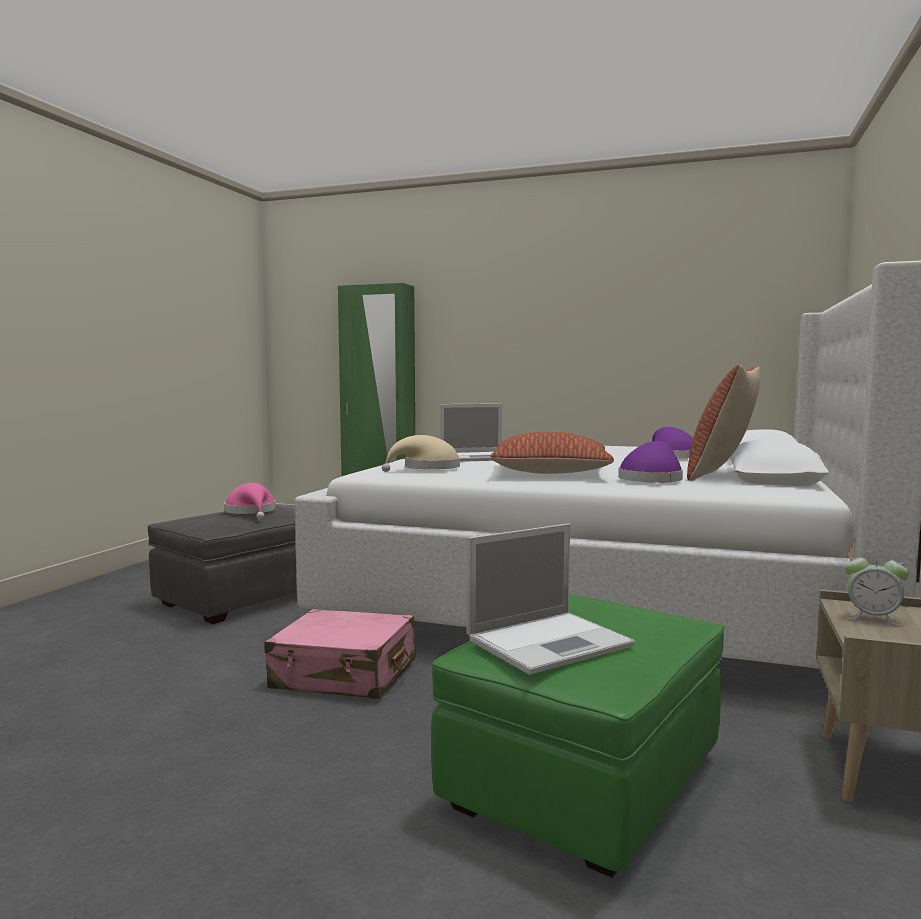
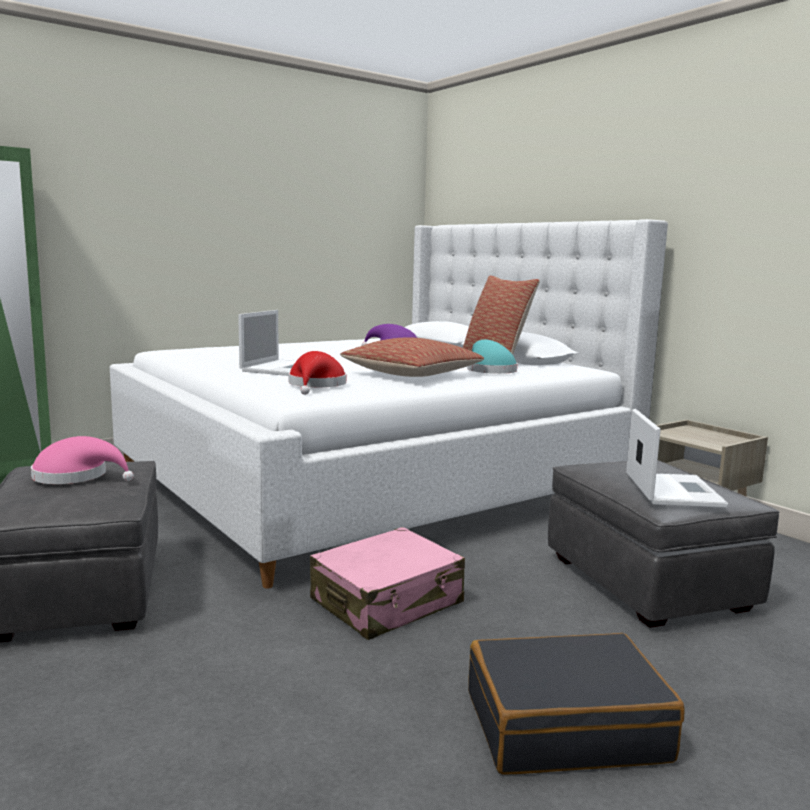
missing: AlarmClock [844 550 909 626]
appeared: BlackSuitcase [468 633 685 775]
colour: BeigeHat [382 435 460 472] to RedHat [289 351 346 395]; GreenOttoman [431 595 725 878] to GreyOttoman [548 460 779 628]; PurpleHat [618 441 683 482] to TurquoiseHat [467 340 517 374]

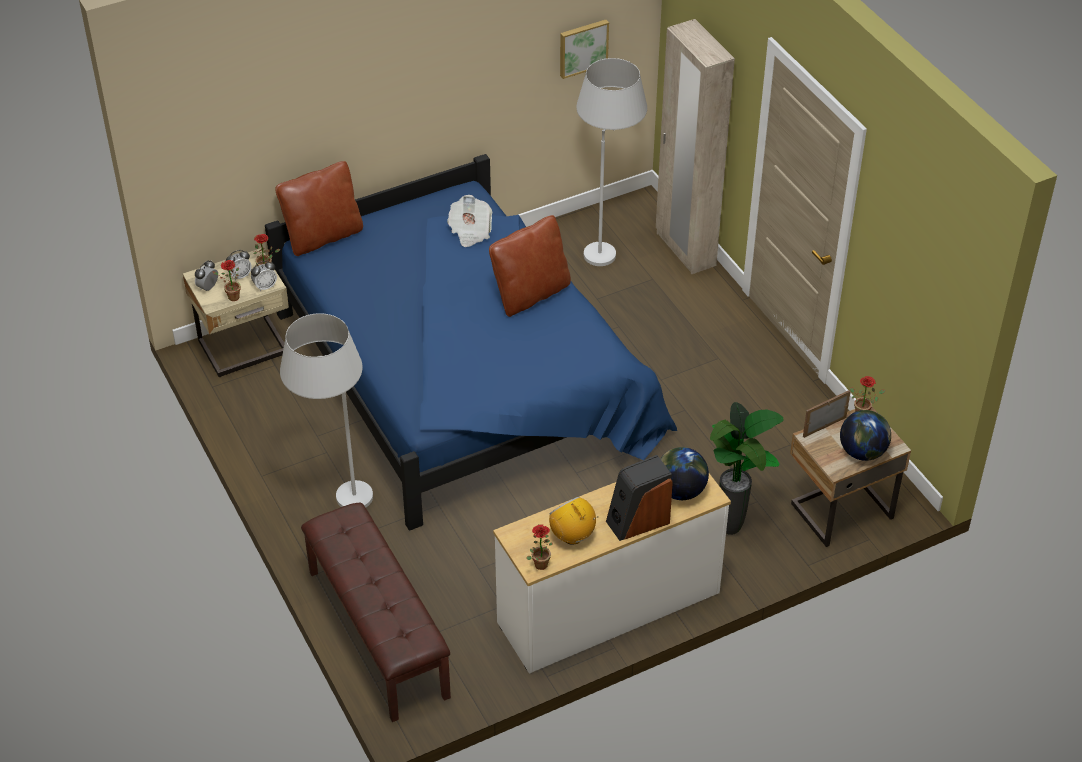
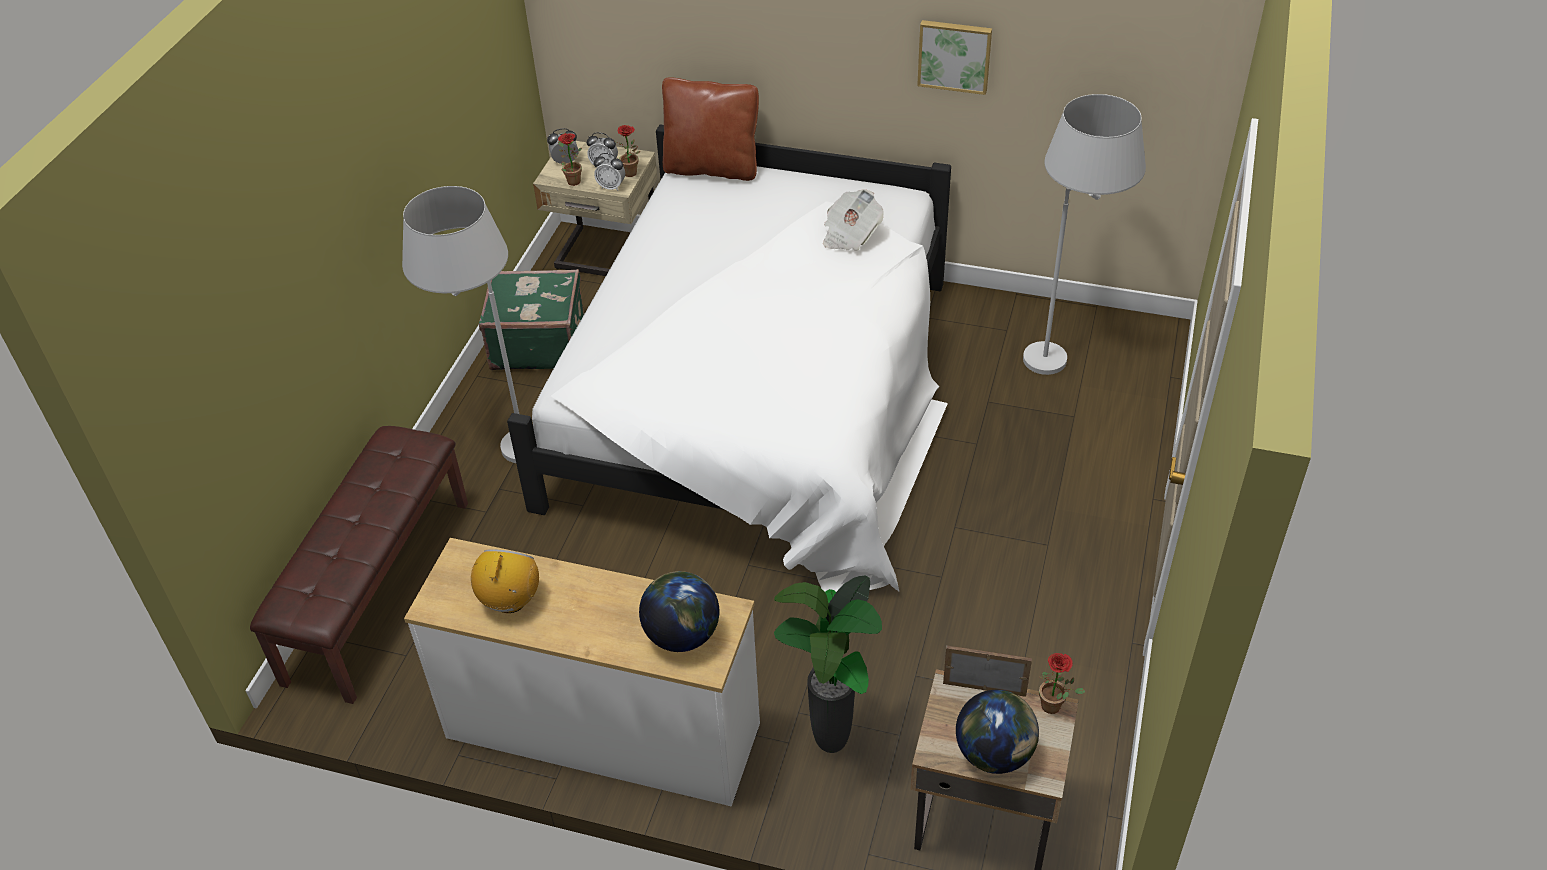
missing: BrownPillow [489 215 571 317]; PottedPlant [527 524 553 570]; Speaker [606 455 673 541]; BeigeWardrobe [656 19 735 274]
appeared: GreenSuitcase [479 269 584 370]
relocated: Picture [560 20 609 79] to [917 20 992 95]
colour: BlueBed [265 154 677 531] to WhiteBed [507 125 951 592]

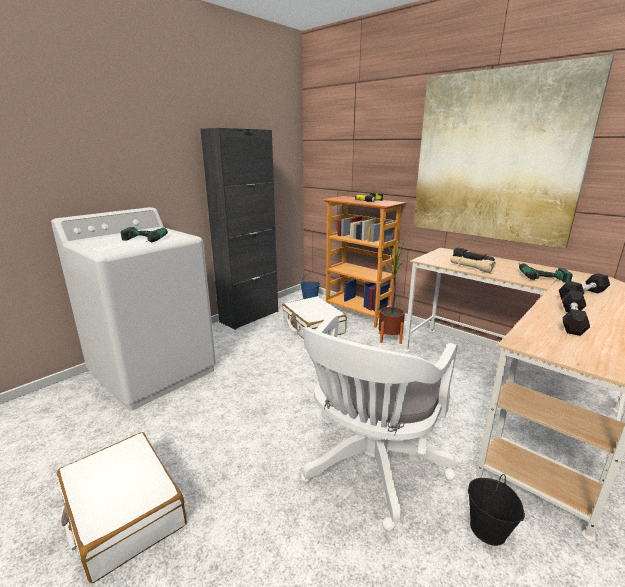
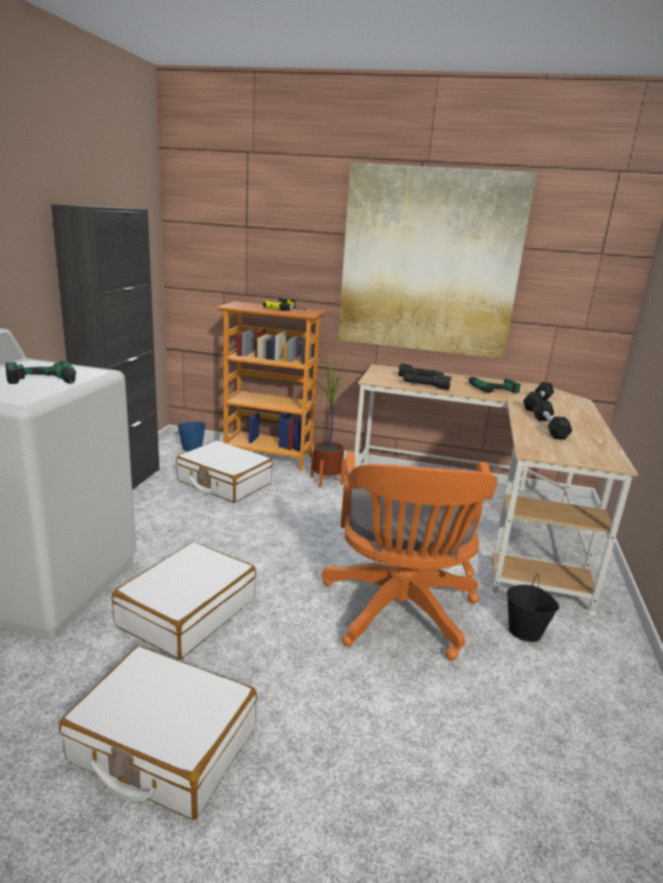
appeared: WhiteSuitcase [112 542 256 659]
colour: WhiteOfficeChair [301 315 457 531] to OrangeOfficeChair [321 452 498 660]; BeigeFlashlight [450 256 496 274] to BlackFlashlight [403 373 451 390]

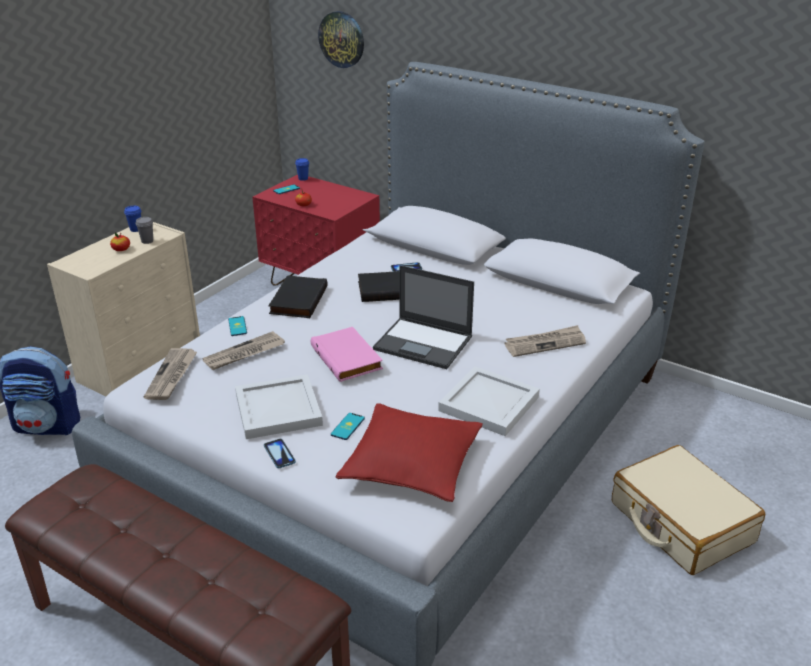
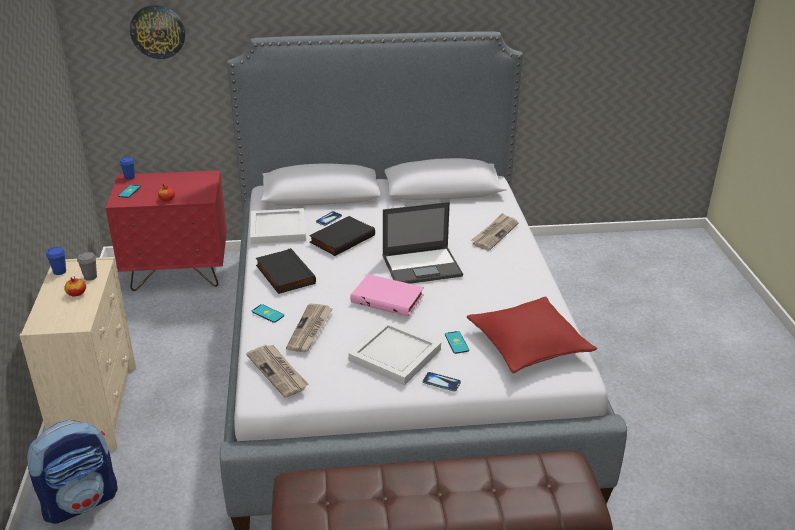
missing: BeigeSuitcase [612 445 765 575]
relocated: WhiteTray [438 367 540 436] to [250 208 306 244]

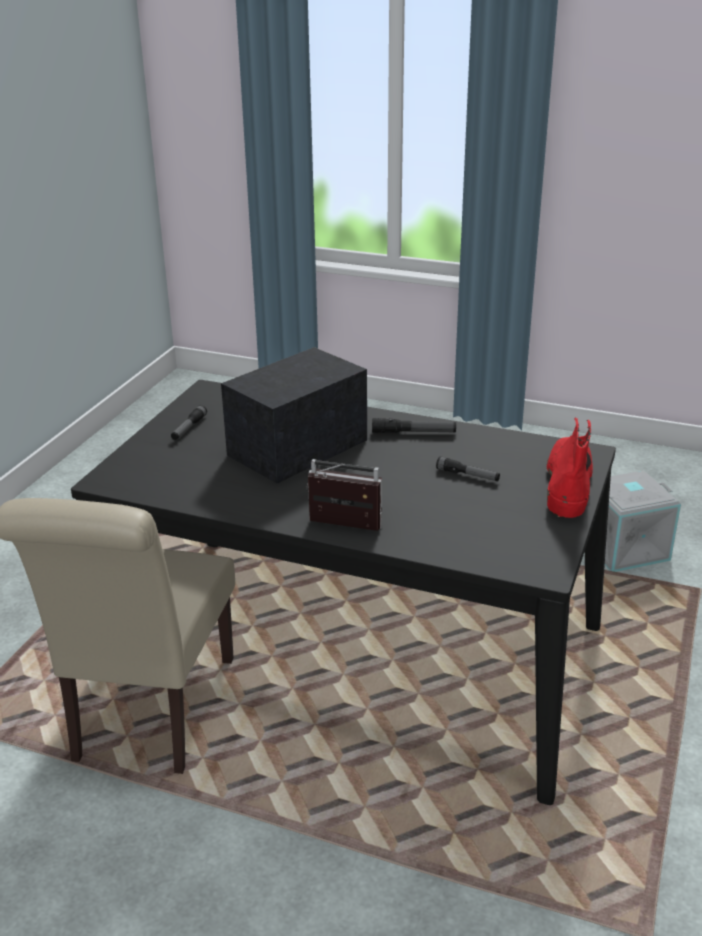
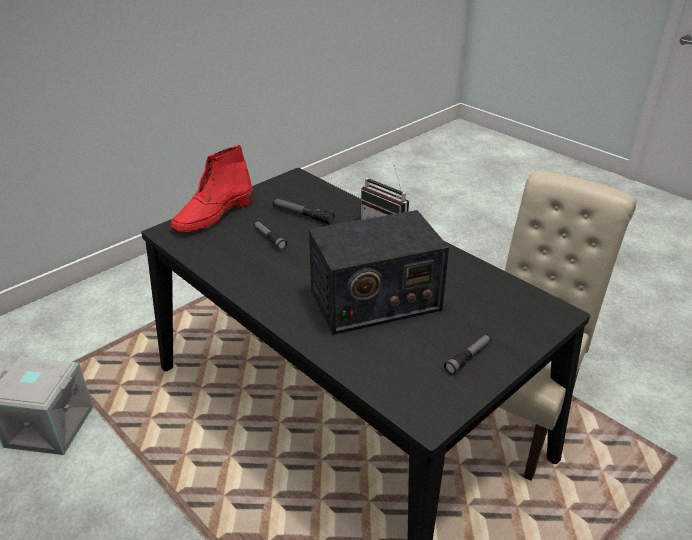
relocated: Flashlight [372 418 456 433] to [273 198 334 224]

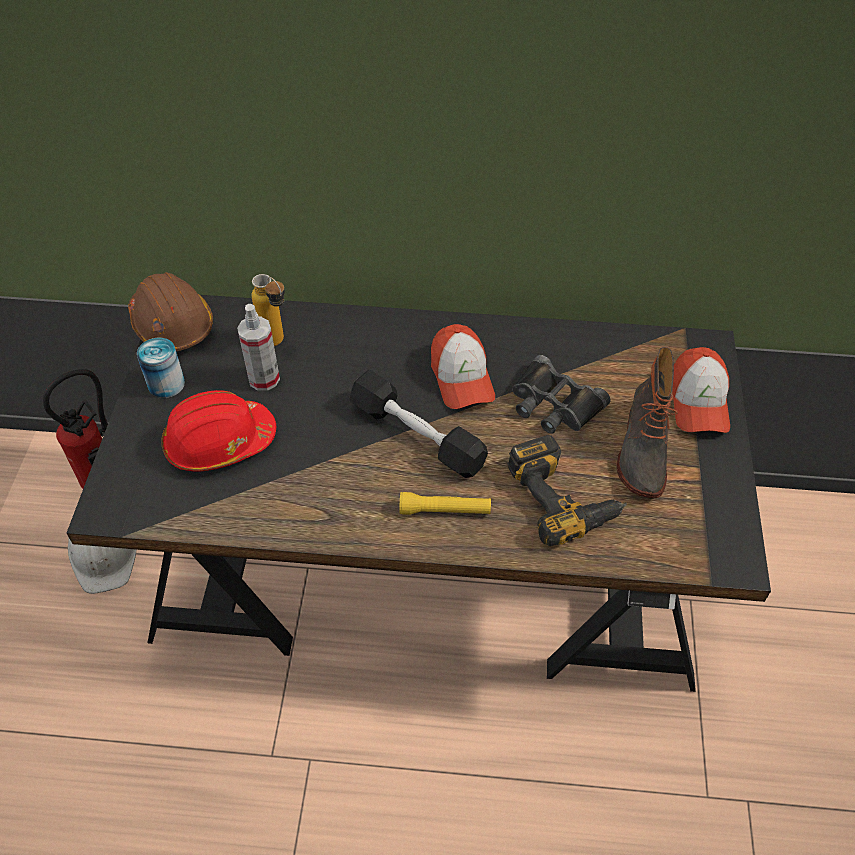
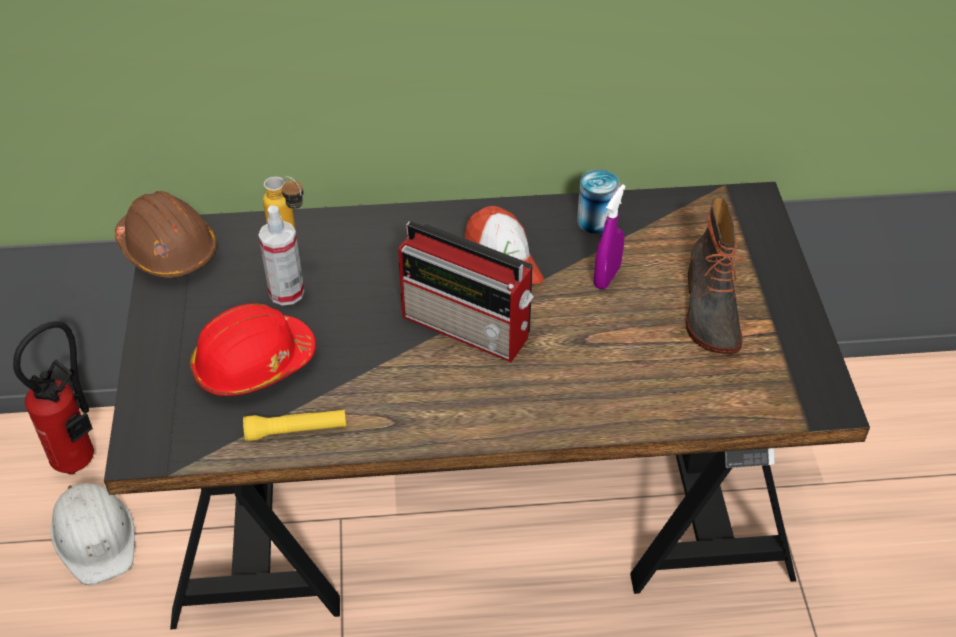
missing: PowerDrill [507 435 627 546]; Cap [672 347 730 433]
relocated: Can [137 338 185 398] to [577 170 619 234]; YellowFlashlight [399 492 491 515] to [243 409 346 441]
exchanged: BlackDumbbell [349 370 488 478] to Radio [398 221 534 362]; BlackBinoculars [512 355 610 434] to PurpleSprayBottle [594 184 626 289]

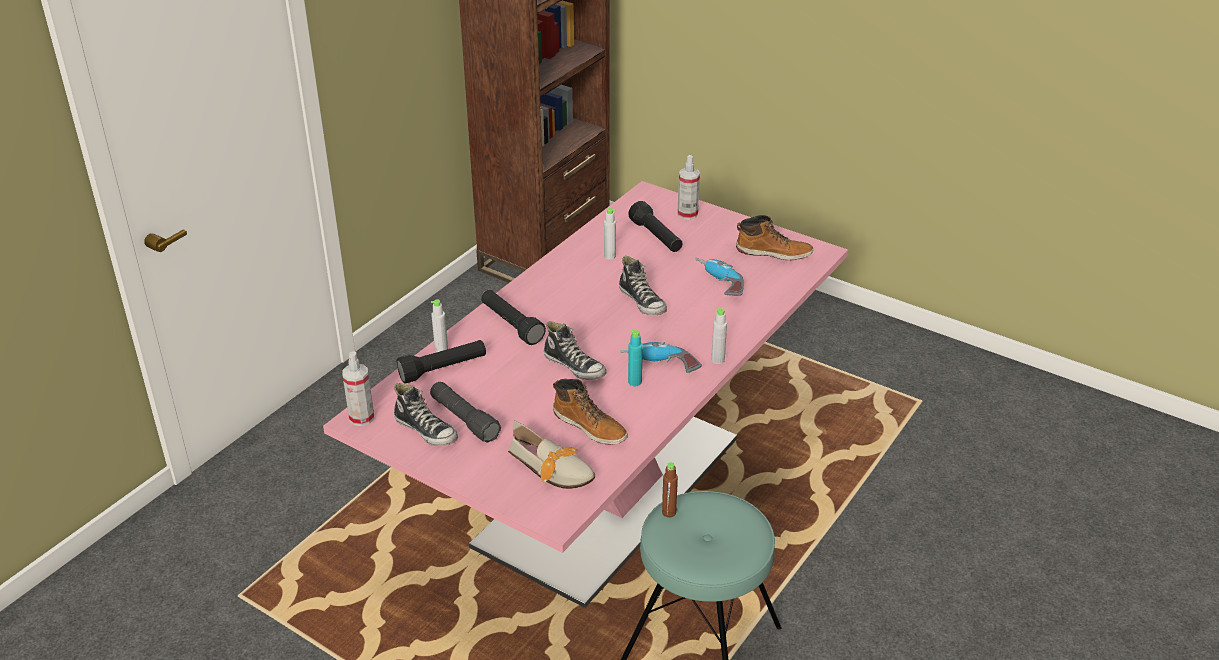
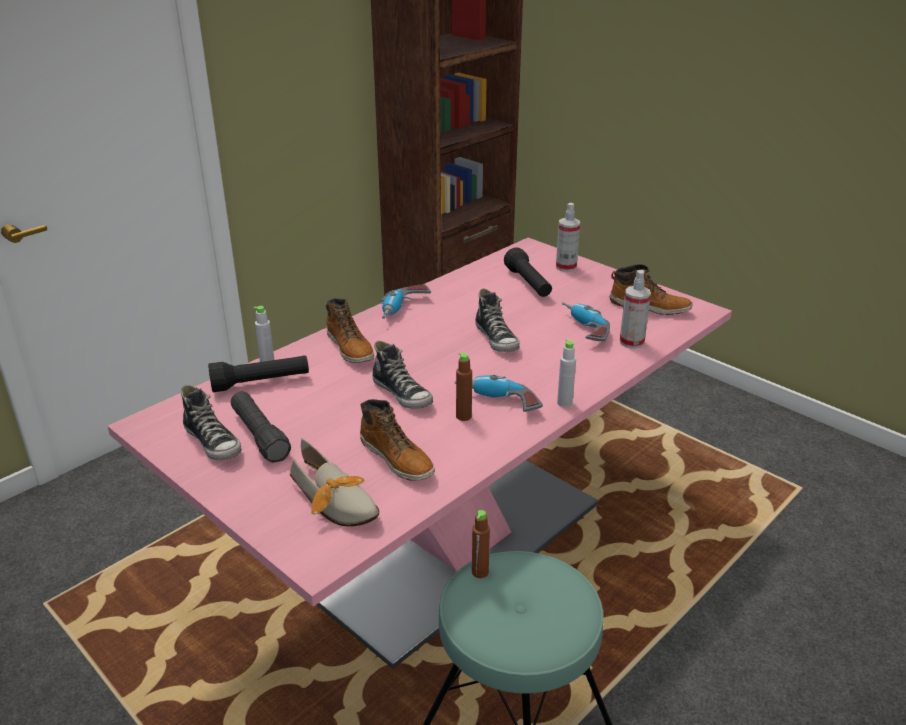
missing: GreyBottle [604 208 616 260]
appeared: PowerDrill [380 284 431 319]
relocated: SprayBottle [342 351 374 426] to [620 270 651 349]
exchanged: BlackFlashlight [481 290 546 345] to Boot [326 298 374 363]
colour: TurquoiseBottle [628 329 643 386] to BrownBottle [456 352 472 421]

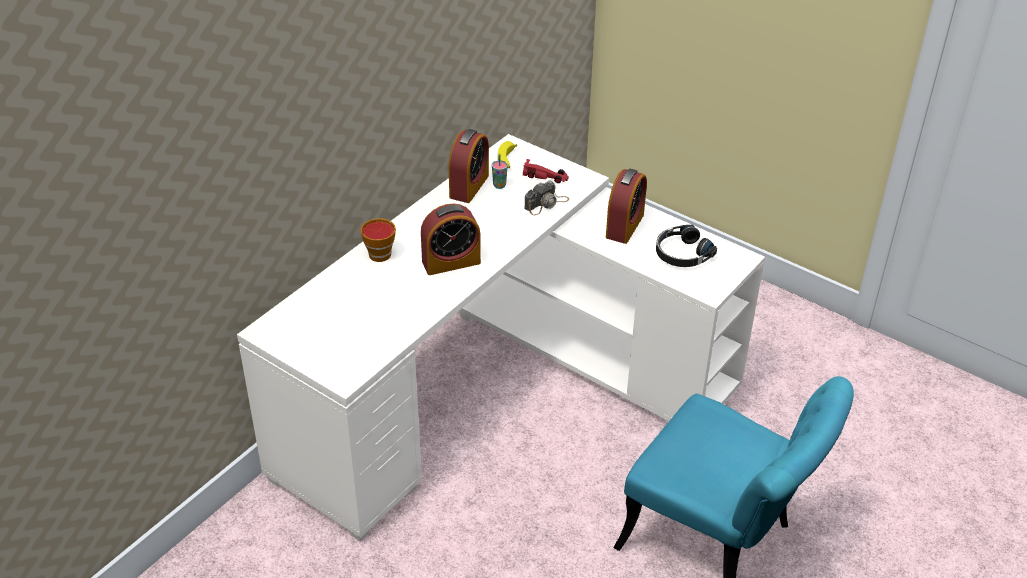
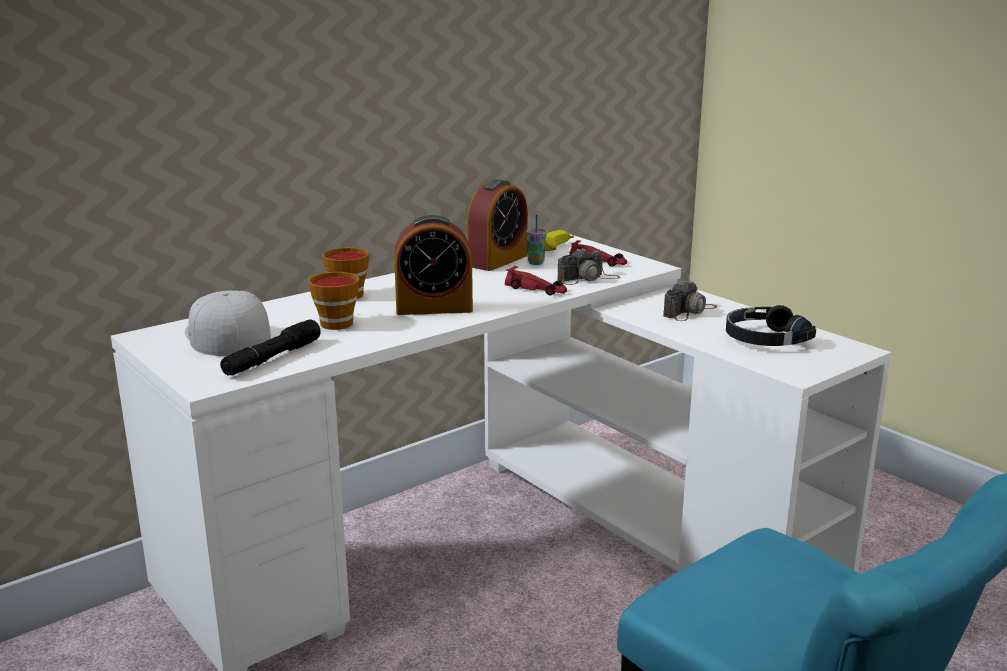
appeared: WhiteCap [185 290 271 356]; BlackFlashlight [220 319 321 376]; Cup [308 272 360 330]; RedToyCar [505 266 567 296]
exchanged: AlarmClock [606 169 647 244] to PhotoCamera [663 281 717 321]

